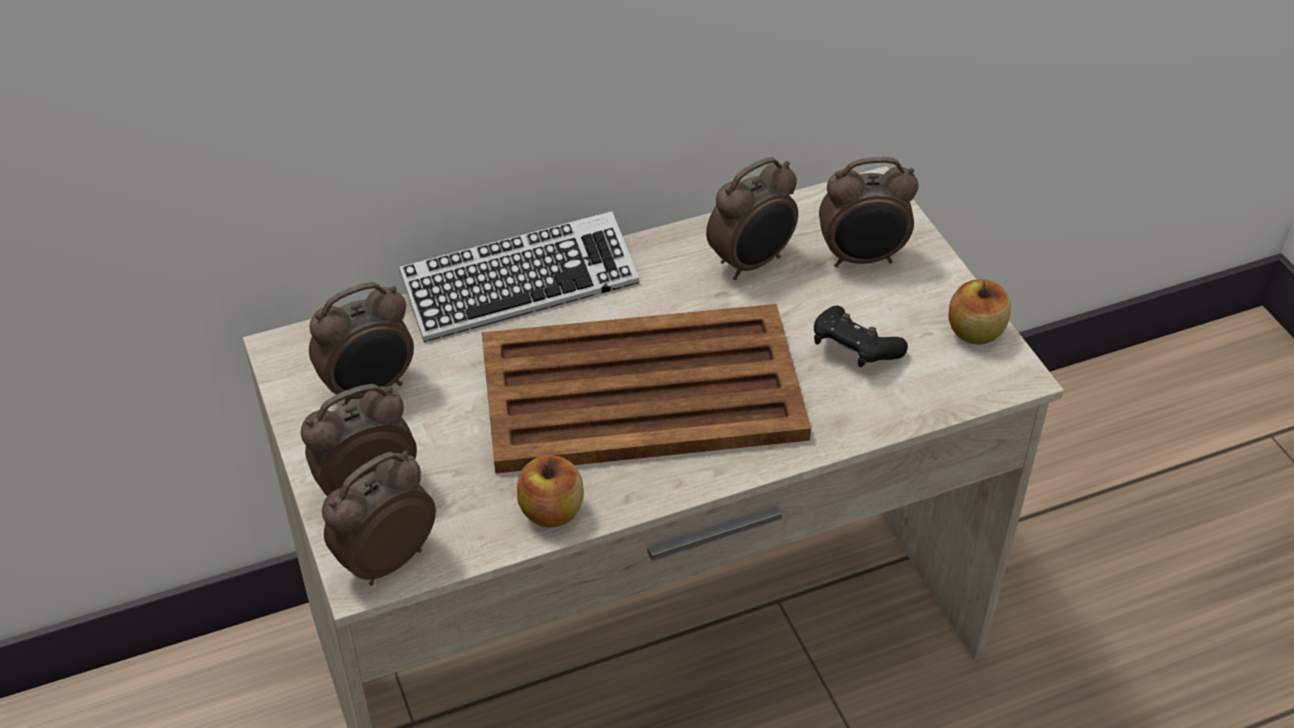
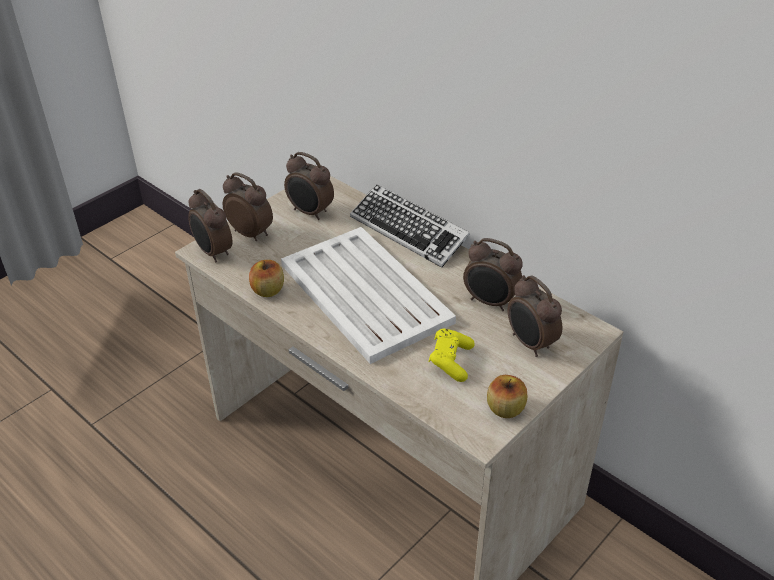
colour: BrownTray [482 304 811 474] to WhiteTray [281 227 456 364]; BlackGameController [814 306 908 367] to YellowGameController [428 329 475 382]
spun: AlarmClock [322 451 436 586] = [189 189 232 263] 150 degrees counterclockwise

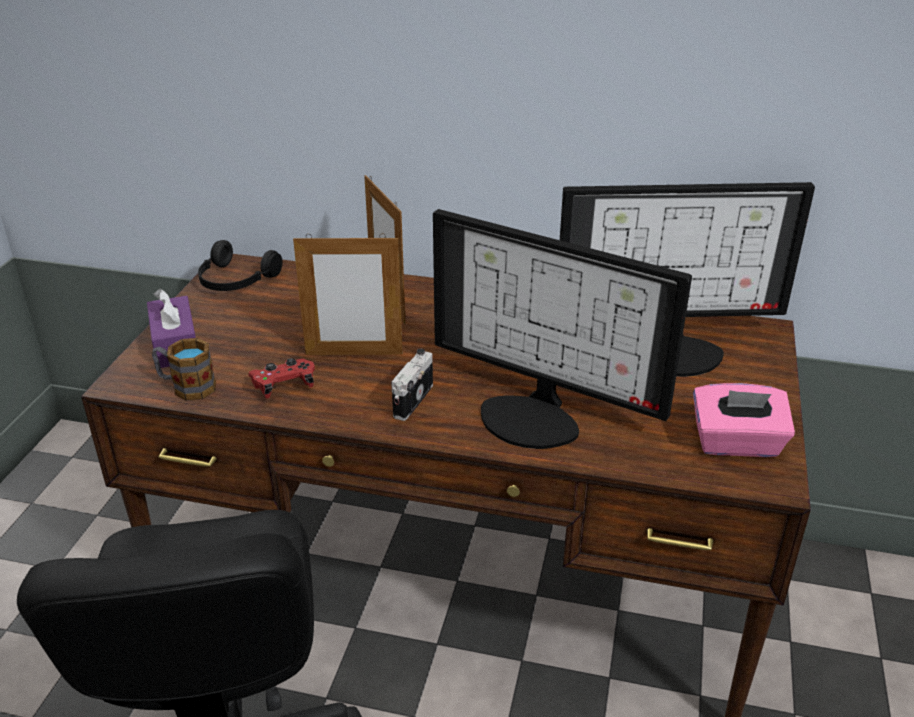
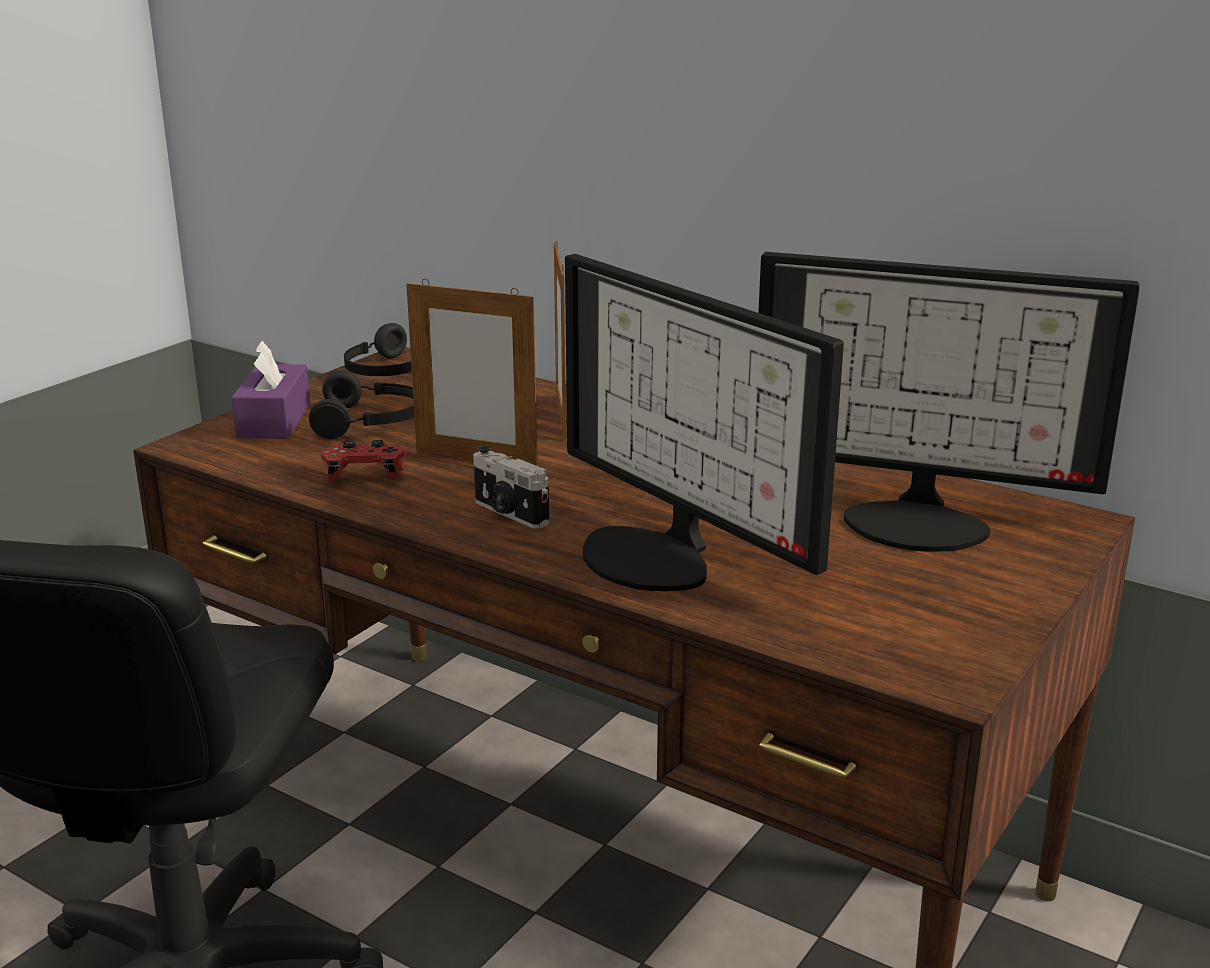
missing: Mug [152 338 216 401]; PinkTissueBox [693 383 795 457]
appeared: BlackHeadphones [309 370 414 439]
spun: PhotoCamera [391 349 433 421] = [473 446 549 529] 90 degrees counterclockwise

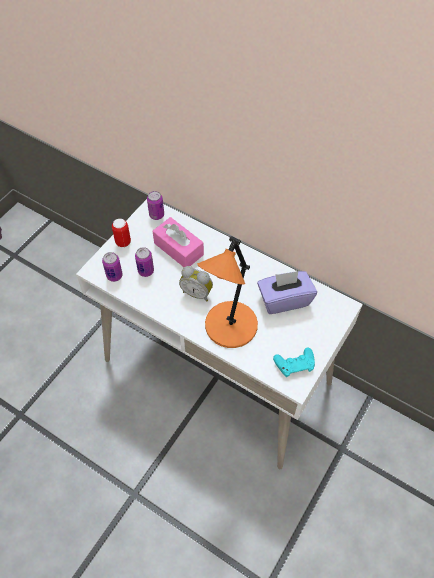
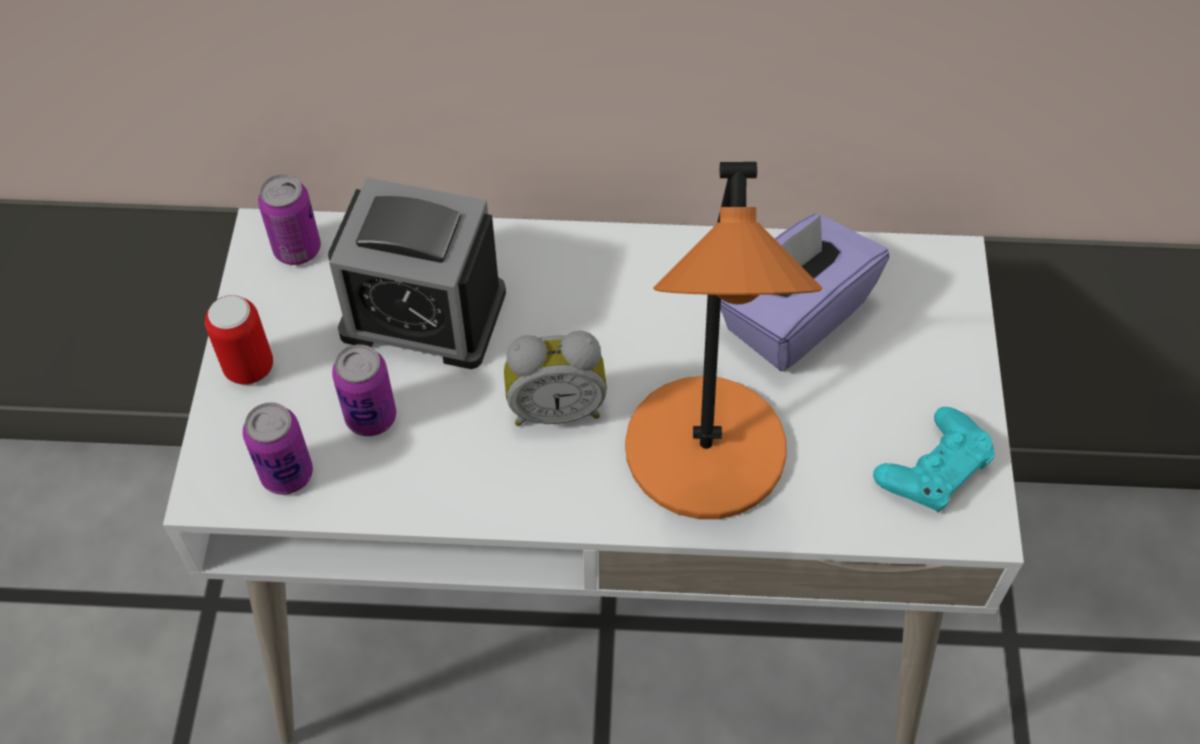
exchanged: PinkTissueBox [153 217 204 267] to AlarmClock [328 177 506 369]

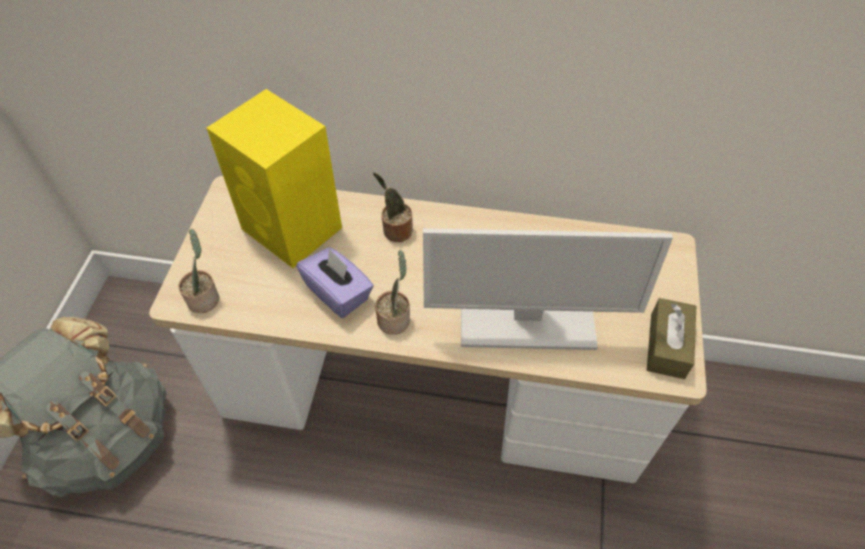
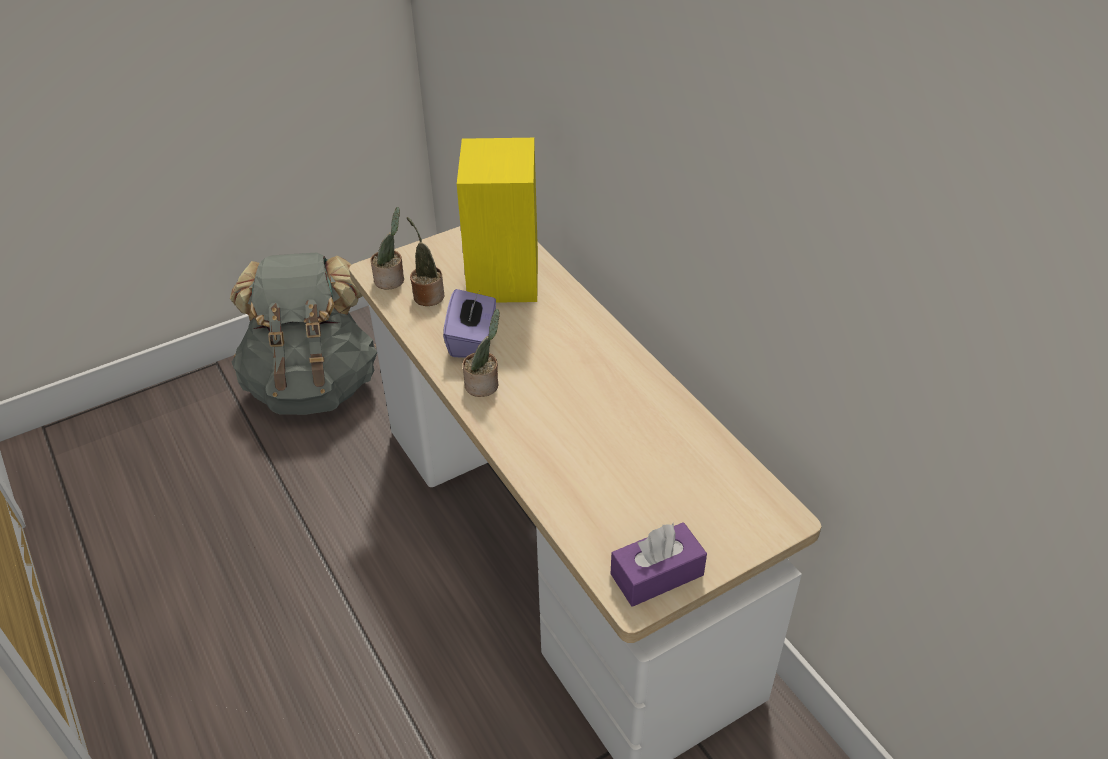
missing: Monitor [423 228 673 350]
relocated: PottedPlant [373 172 413 242] to [407 217 444 306]
colour: BrownTissueBox [647 298 696 379] to PurpleTissueBox [611 522 707 607]

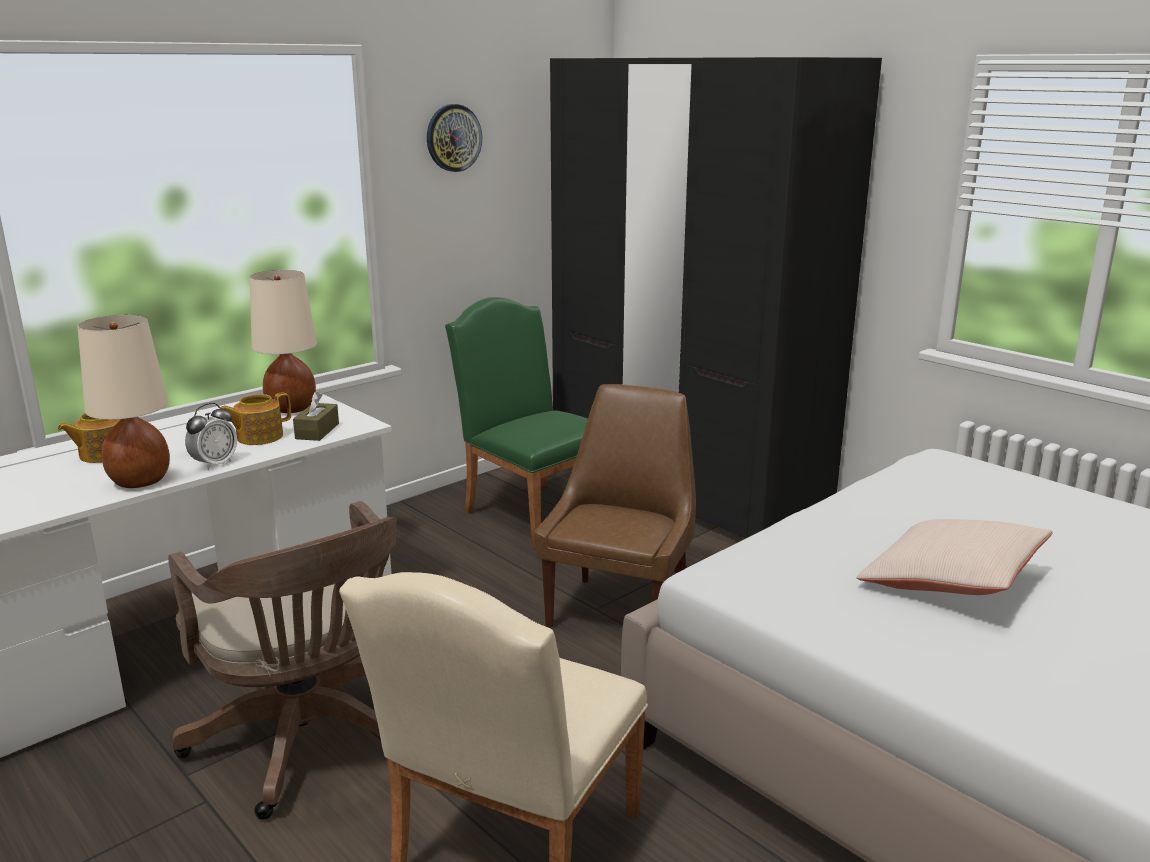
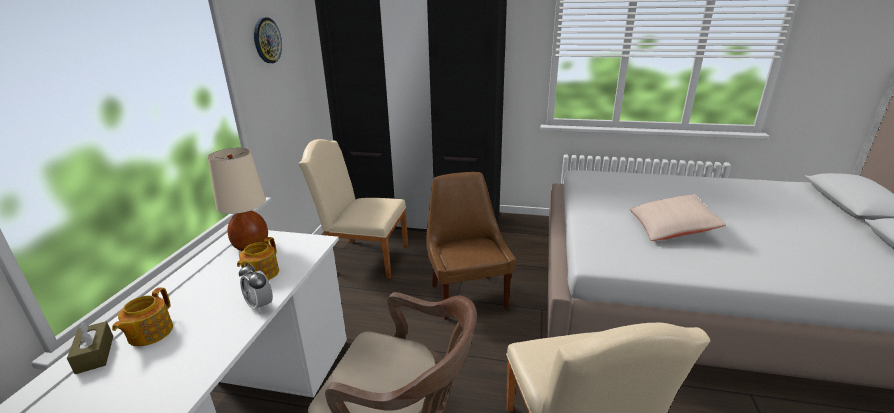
missing: BeigeTableLamp [77 315 170 488]
relocated: BrownTissueBox [293 391 339 441] to [67 320 113 374]
colour: GreenChair [445 297 588 549] to BeigeChair [299 139 408 279]
spun: AlarmClock [185 403 237 470] = [239 263 273 313] 135 degrees clockwise

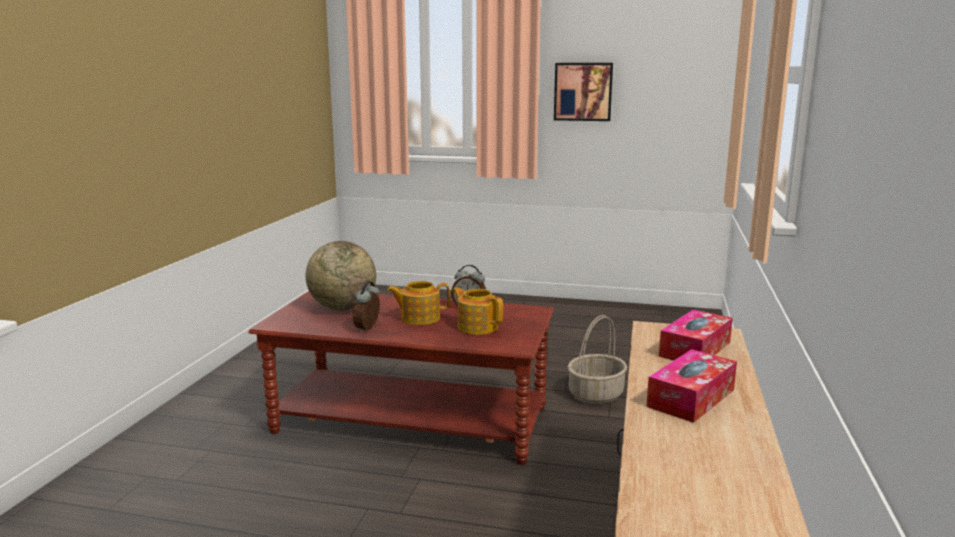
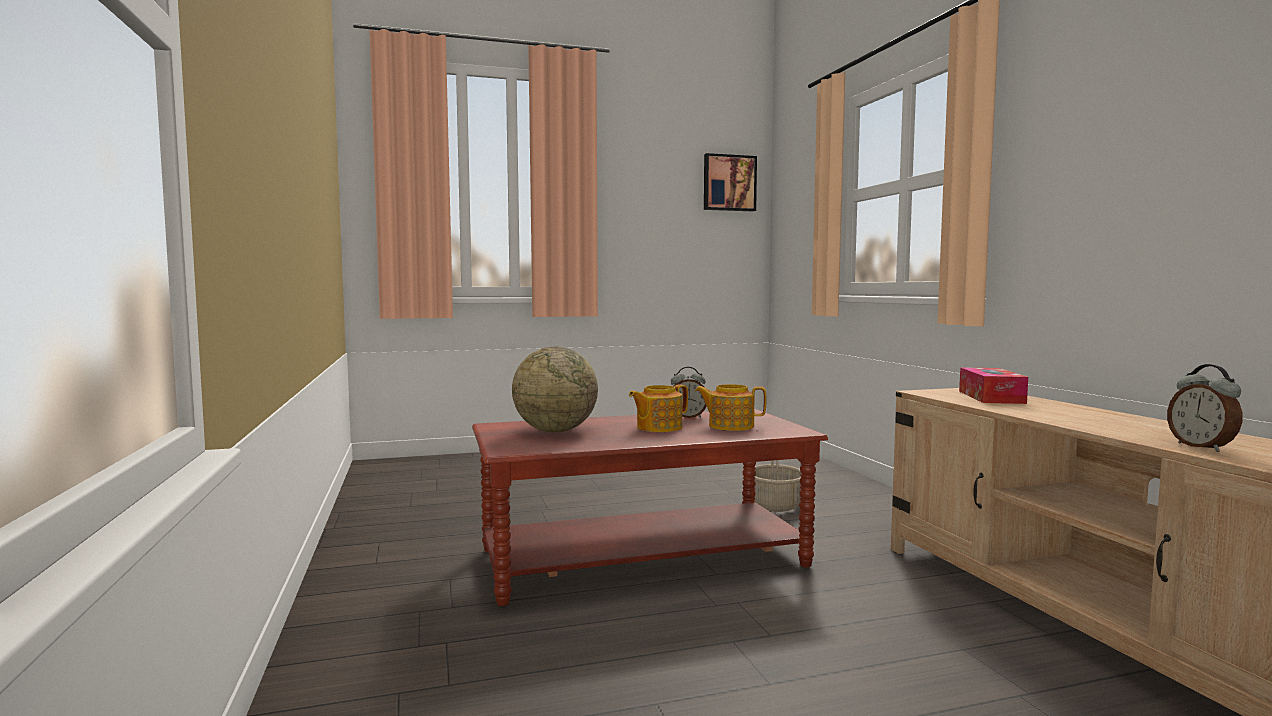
missing: TissueBox [647 349 737 423]
relocated: AlarmClock [353 281 380 332] to [1167 364 1242 452]; Picture [554 63 613 121] to [704 153 757 211]

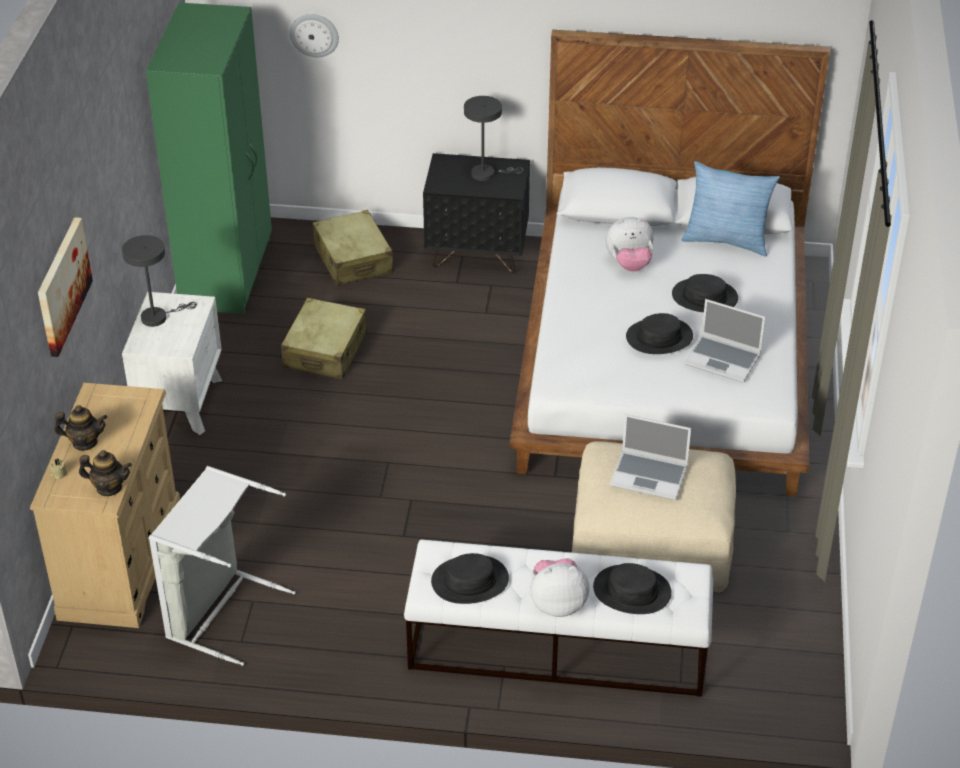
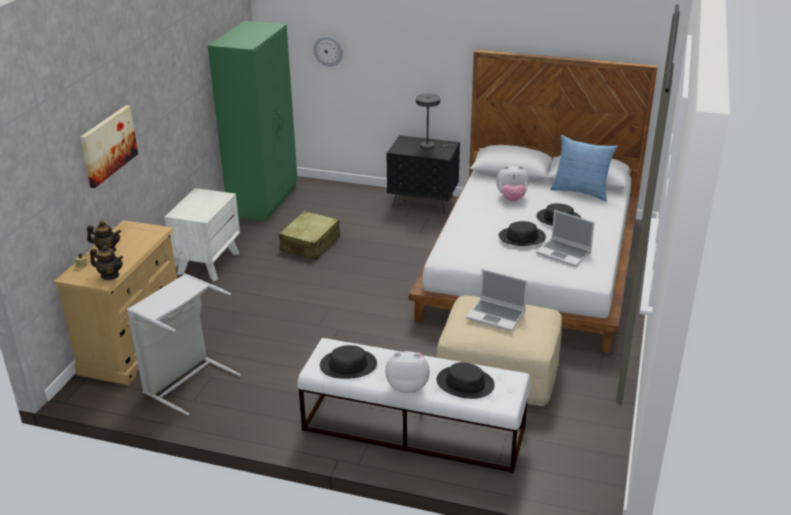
missing: GreyTableLamp [122 235 197 327]; BeigeSuitcase [312 210 393 286]

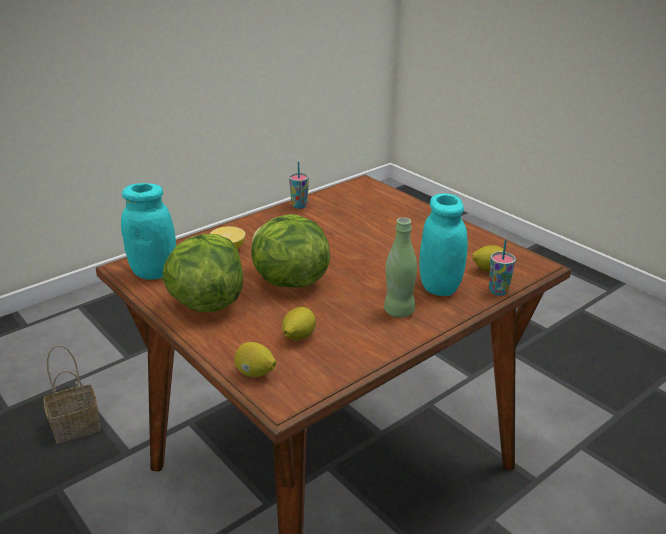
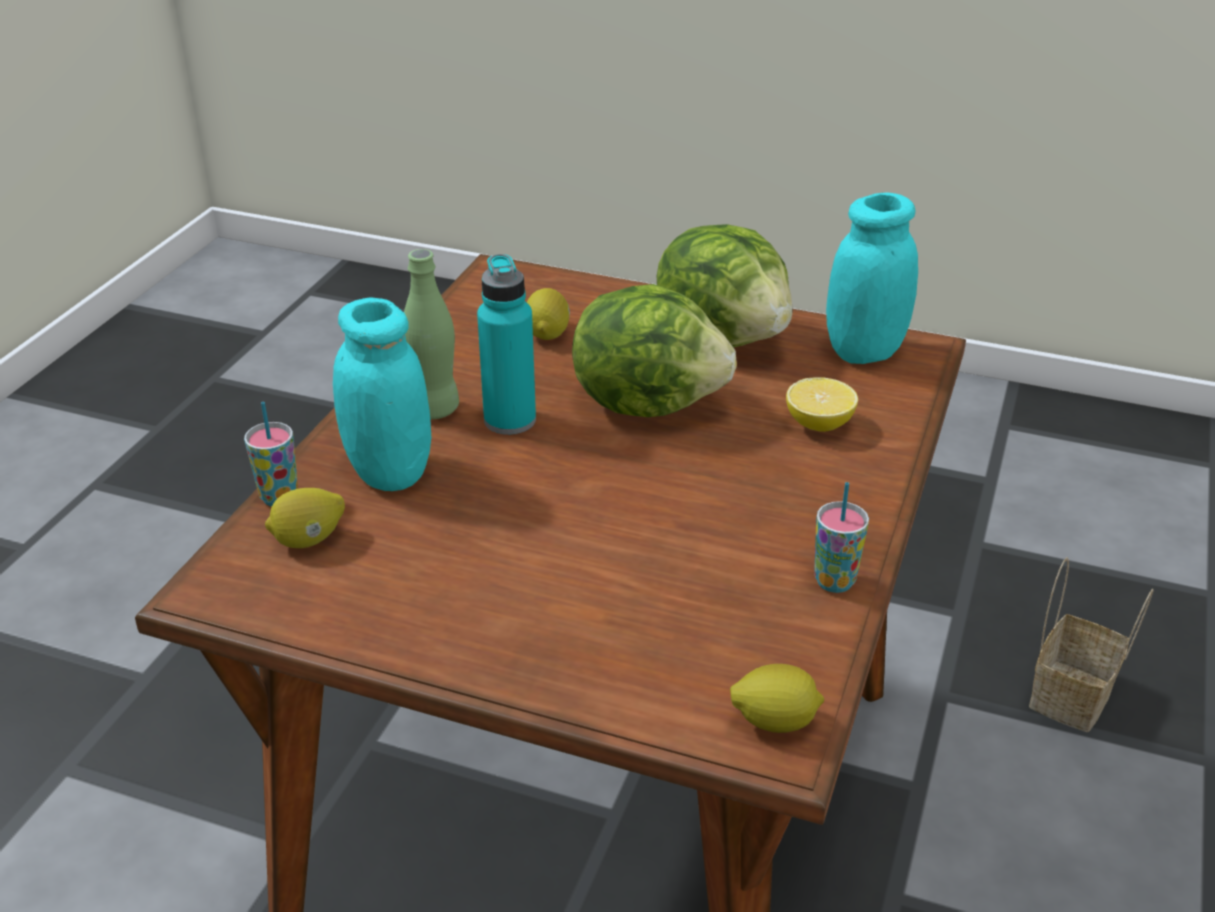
appeared: TurquoiseBottle [477 254 536 435]
relocated: Lemon [234 342 276 377] to [730 664 824 733]

